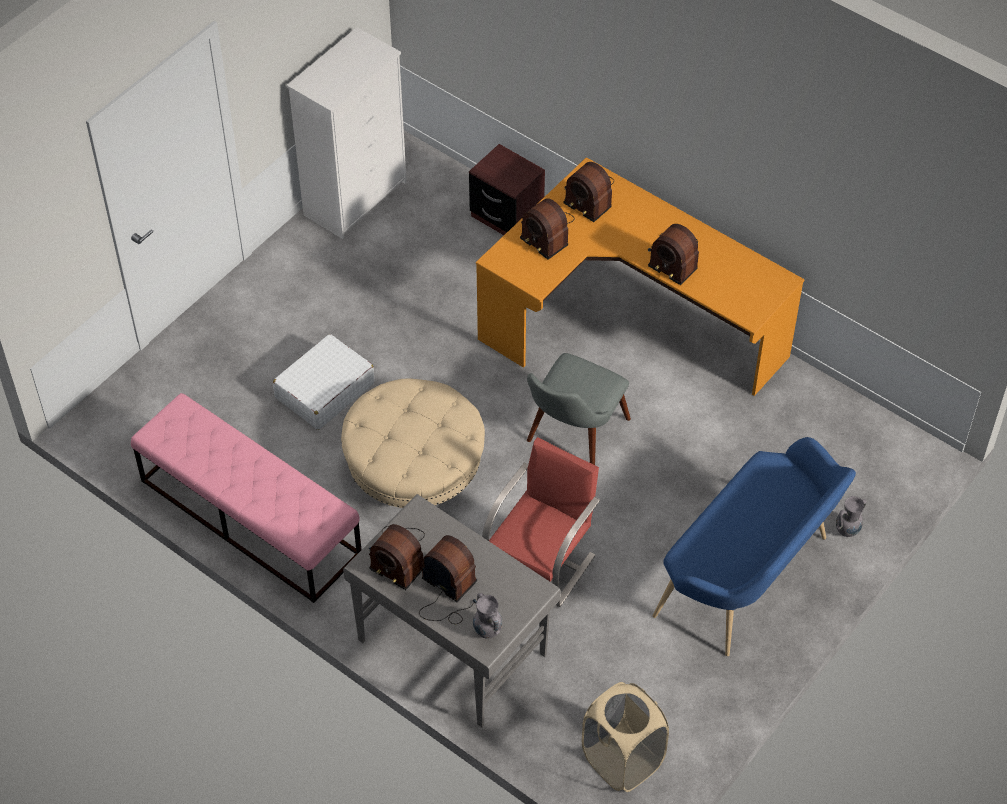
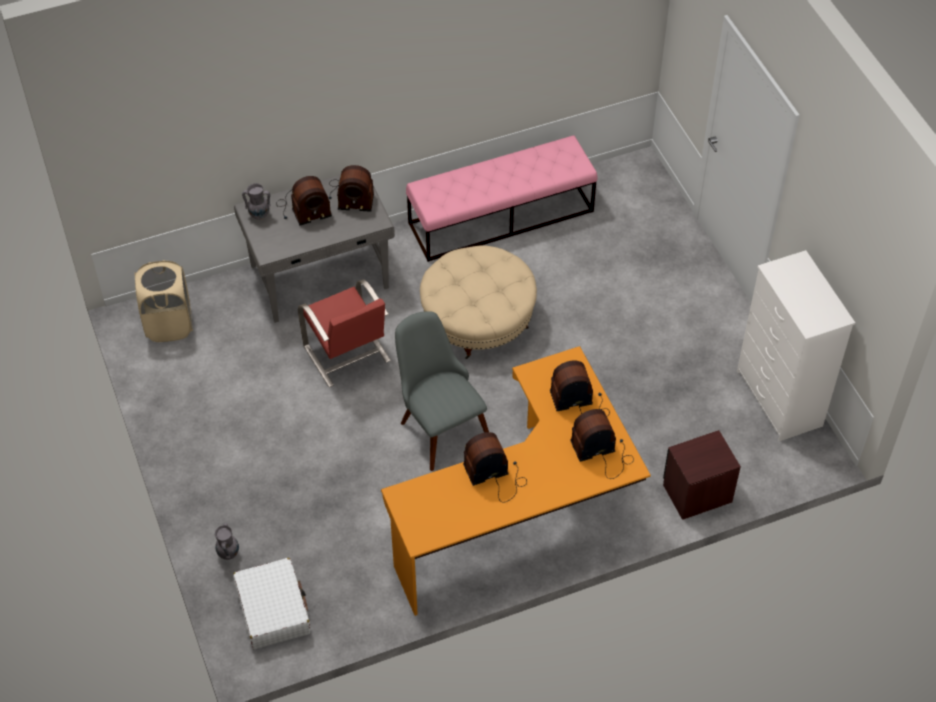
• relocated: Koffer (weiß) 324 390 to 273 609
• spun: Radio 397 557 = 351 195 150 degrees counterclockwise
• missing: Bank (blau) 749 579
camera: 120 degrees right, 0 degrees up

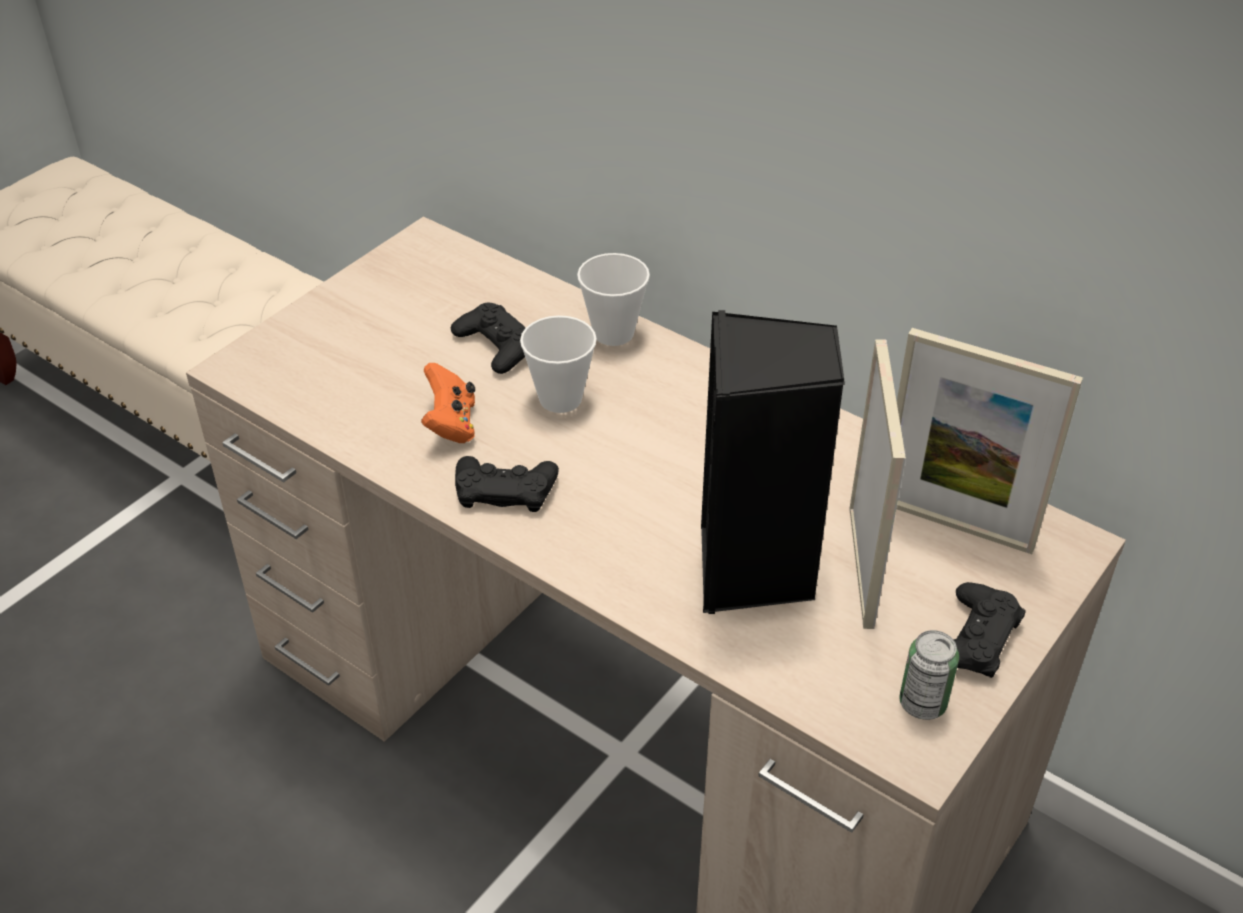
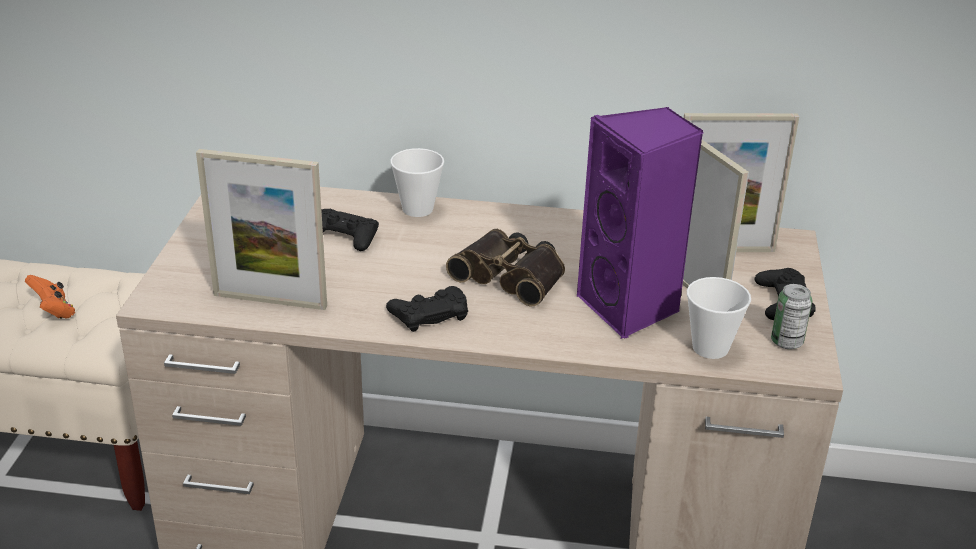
• relocated: Gamepad (orange) 451 424 to 54 311
• appeared: Bilderrahmen 270 300
• appeared: Fernglas 512 275
• colour: Lautsprecher (schwarz) 755 572 to Lautsprecher (lila) 631 308
• relocated: Tasse 560 399 to 710 348
camera: 30 degrees left, 10 degrees down

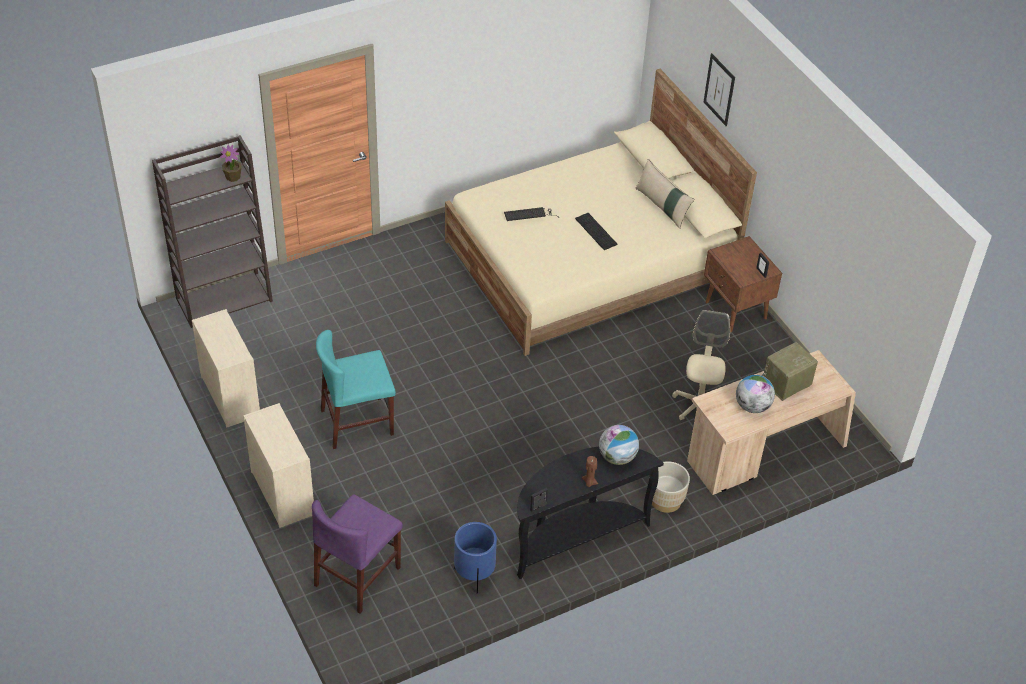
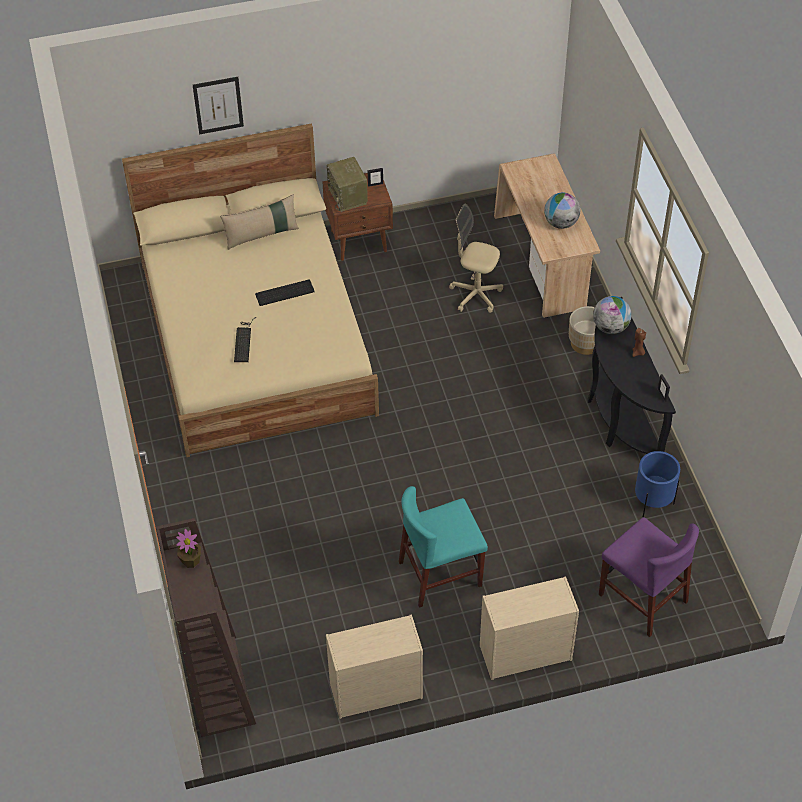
• relocated: Radio 786 384 to 348 197
• spun: Stuhl (türkis) 357 422 = 440 574 75 degrees clockwise
camera: 75 degrees left, 5 degrees up

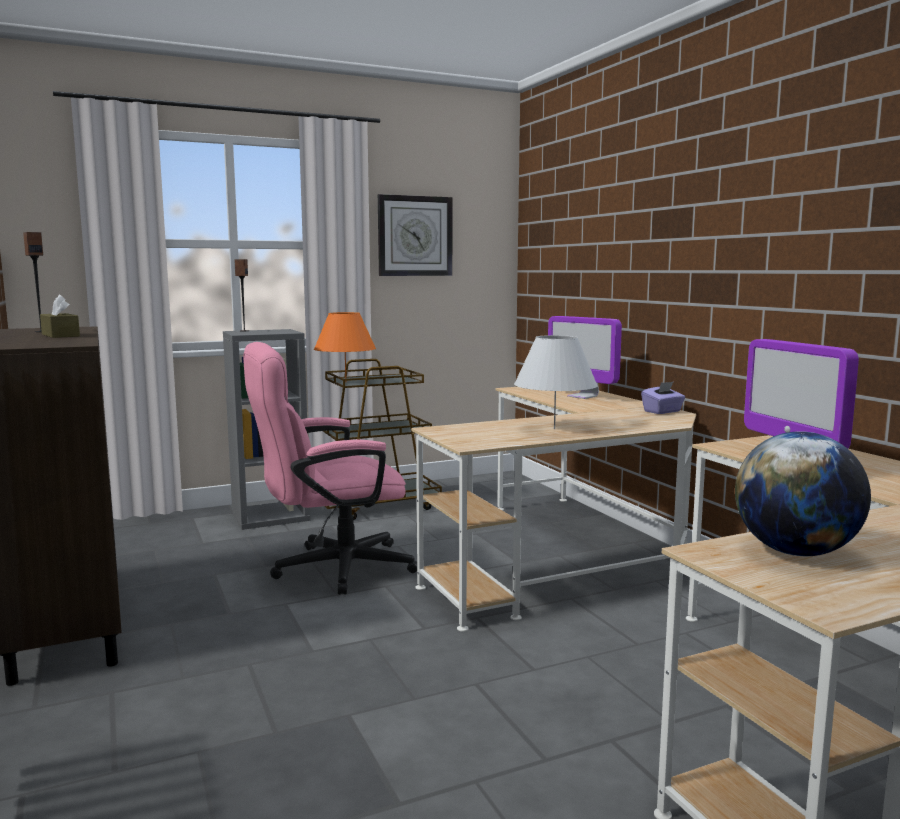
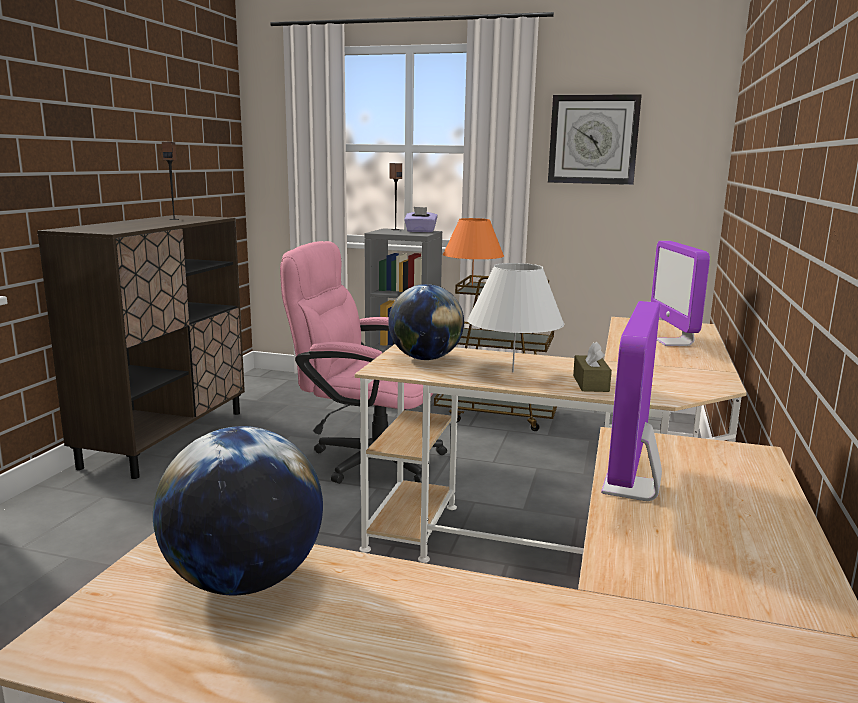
• appeared: Globus 425 358
• relocated: Taschentuchbox (lila) 662 411 to 420 231
• relocated: Taschentuchbox (braun) 60 335 to 590 383
camera: 40 degrees right, 5 degrees up

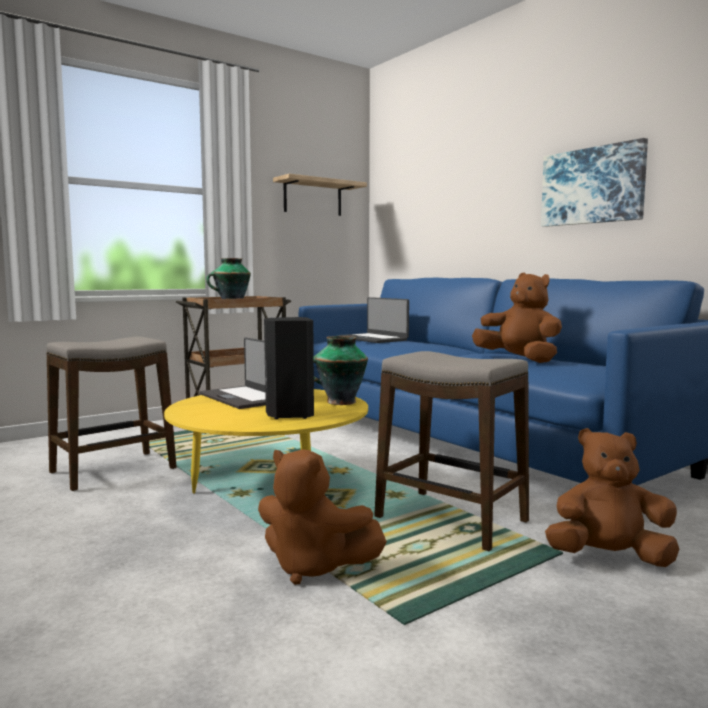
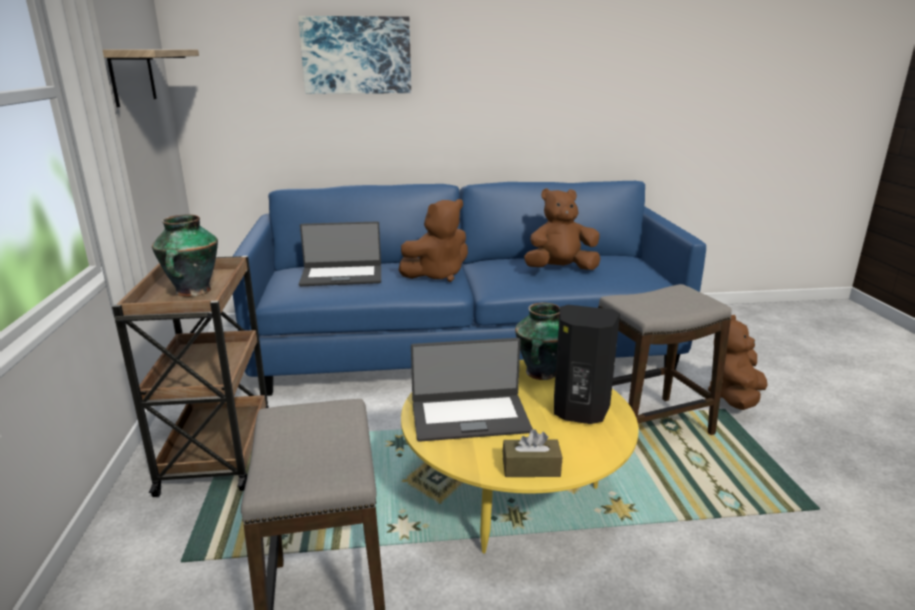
• relocated: Bild 592 186 to 356 55
• relocated: Plüschtier (braun) 313 567 to 437 275
• appeared: Taschentuchbox (braun) 531 468
camera: 60 degrees left, 15 degrees up

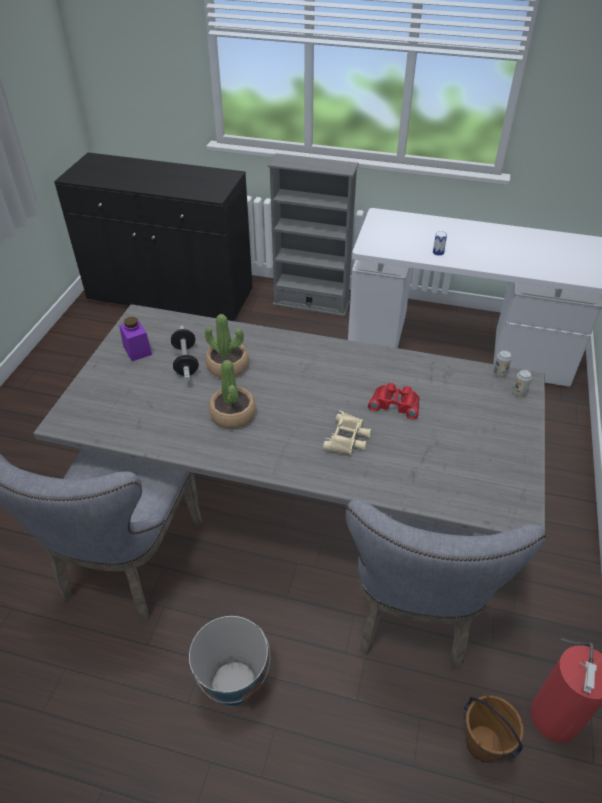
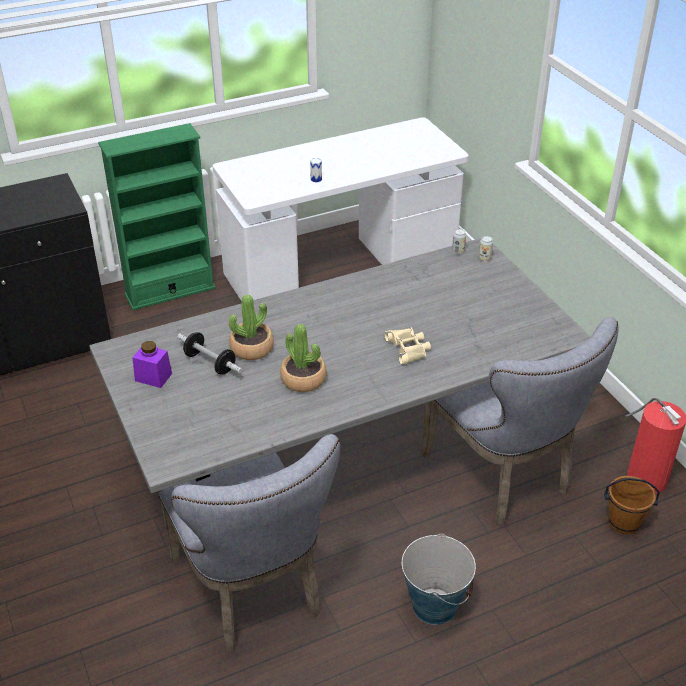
• colour: Bücherregal (grau) 311 304 to Bücherregal (grün) 170 291
• missing: Fernglas (rot) 395 403
camera: 40 degrees left, 5 degrees down

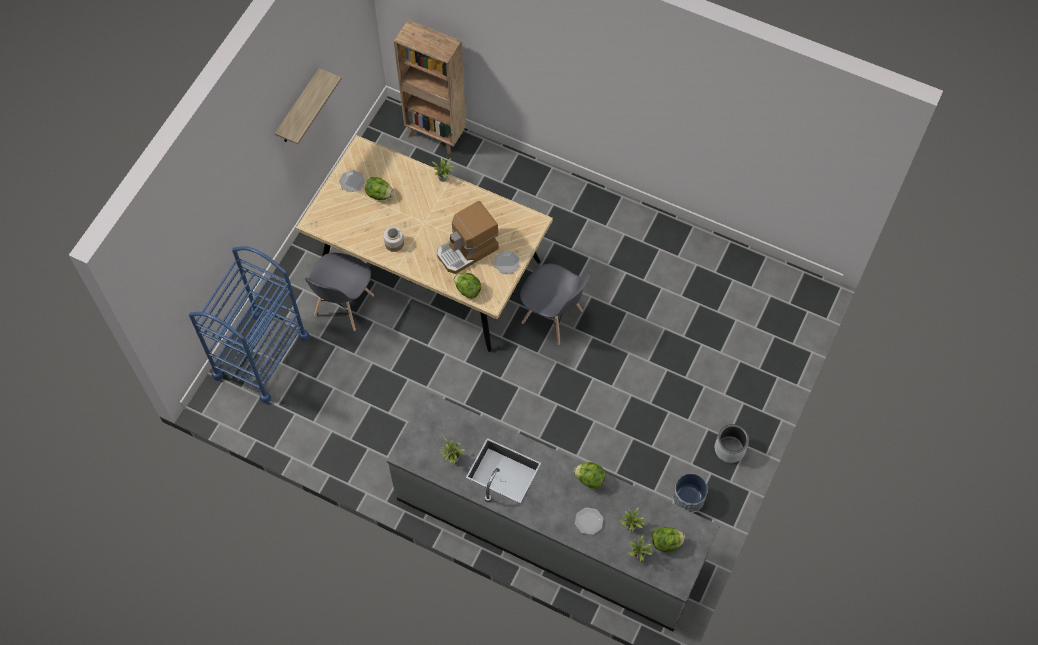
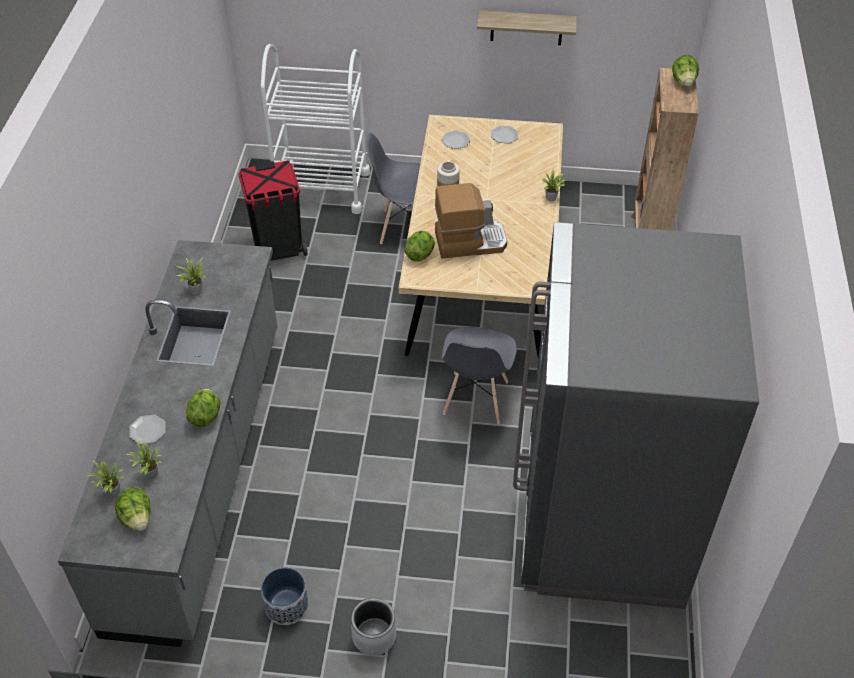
• appeared: Mülleimer (schwarz) 278 249
• colour: Rollwagen (blau) 261 356 to Rollwagen (weiß) 322 188
• spun: Kaffeemaschine 467 251 = 470 241 135 degrees clockwise
• relocated: Teller 506 263 to 455 141
• appeared: Kühlschrank (grau) 602 521
• relocated: Salatkopf 379 194 to 683 82
camera: 70 degrees right, 15 degrees down

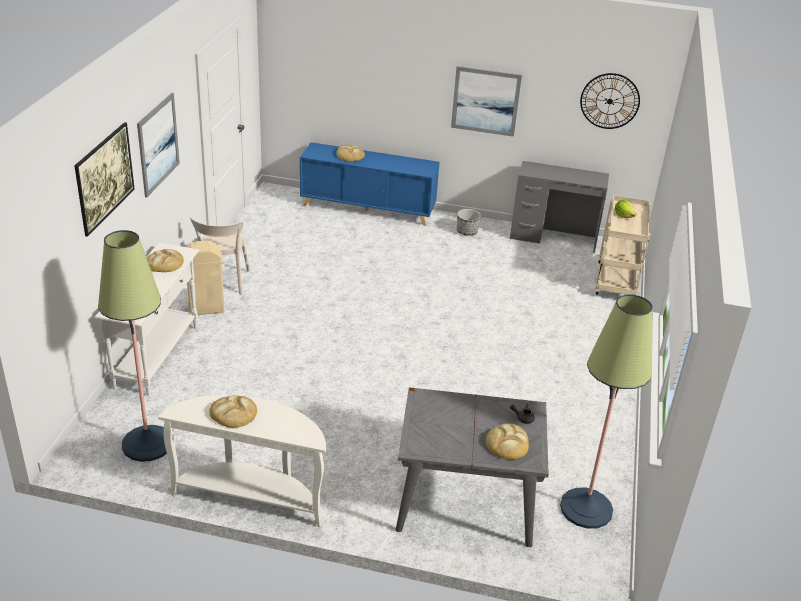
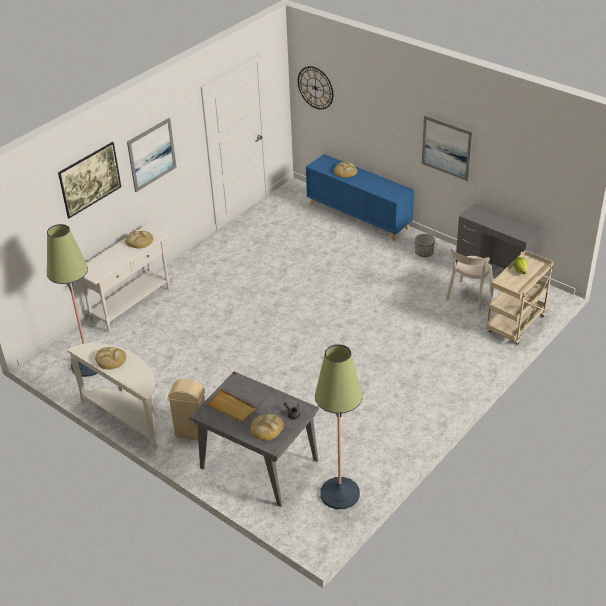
• relocated: Mülleimer (beige) 206 308 to 191 432
• appeared: Tablett (beige) 231 408
• relocated: Wanduhr 609 101 to 315 88
• relocated: Stuhl (beige) 223 282 to 468 297
camera: 30 degrees right, 5 degrees up

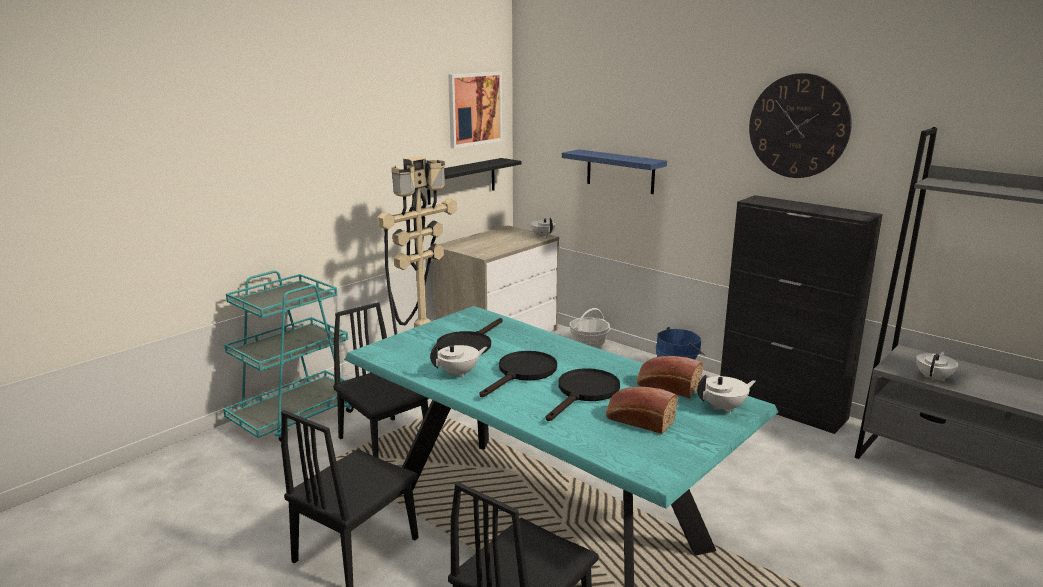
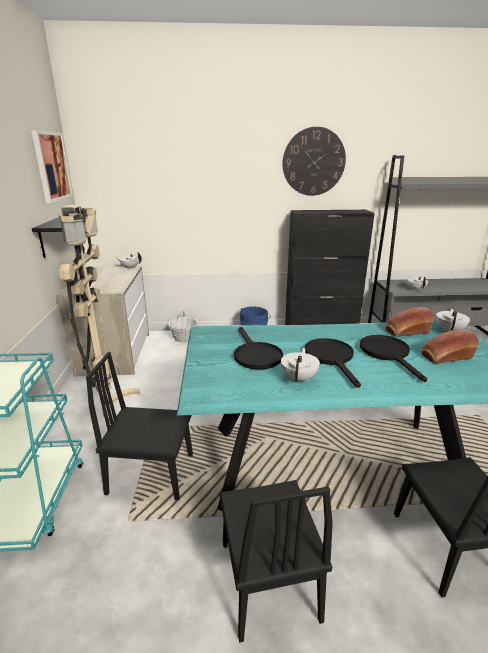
• missing: Wandregal (blau) 620 171
camera: 45 degrees left, 5 degrees up

